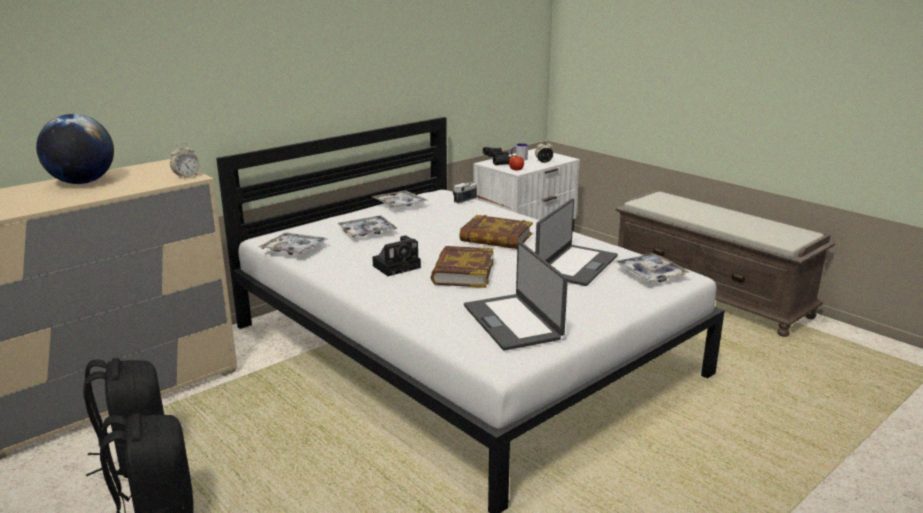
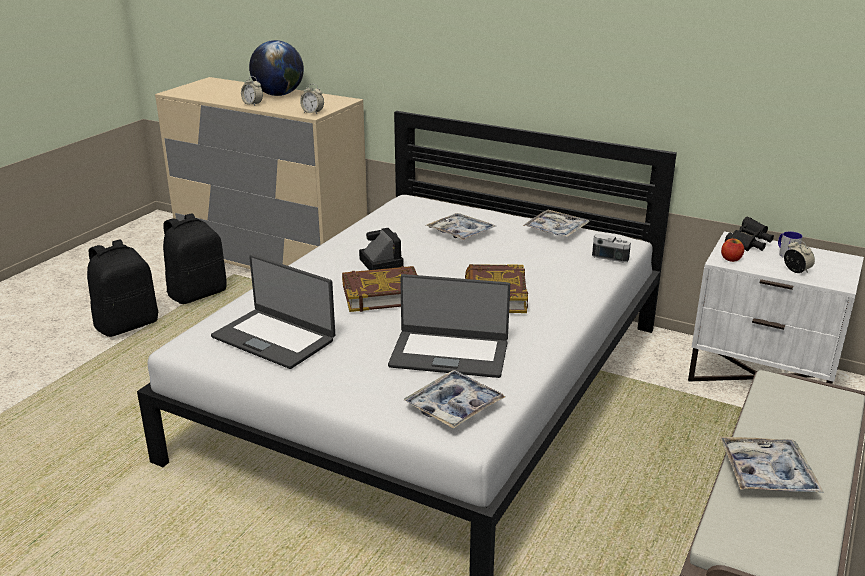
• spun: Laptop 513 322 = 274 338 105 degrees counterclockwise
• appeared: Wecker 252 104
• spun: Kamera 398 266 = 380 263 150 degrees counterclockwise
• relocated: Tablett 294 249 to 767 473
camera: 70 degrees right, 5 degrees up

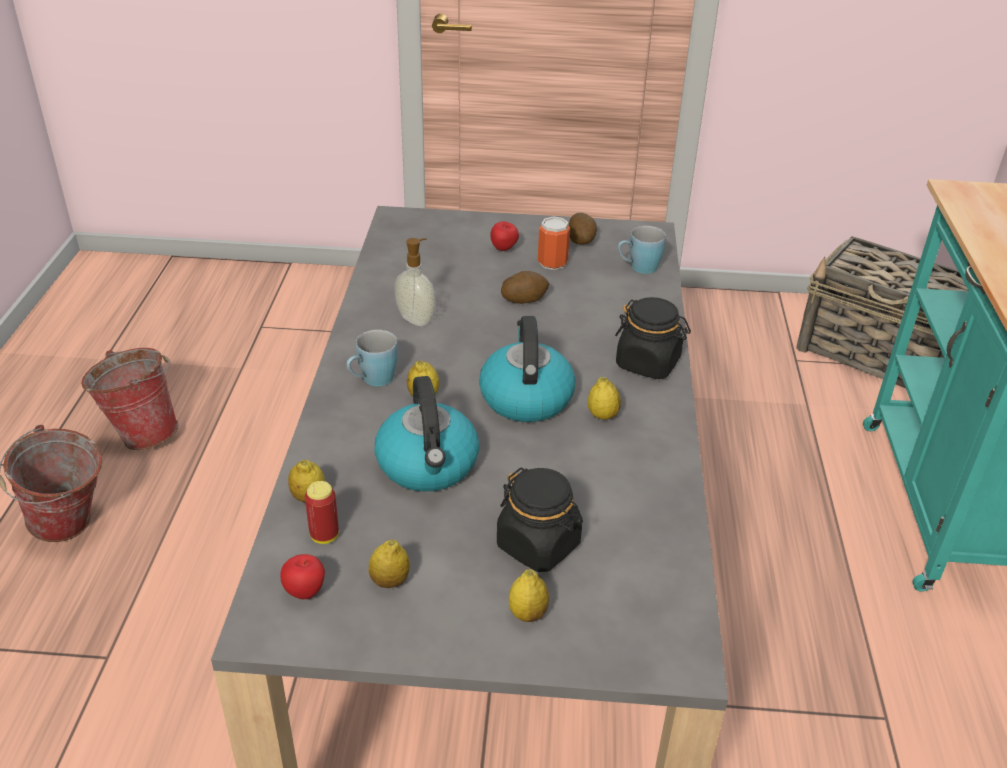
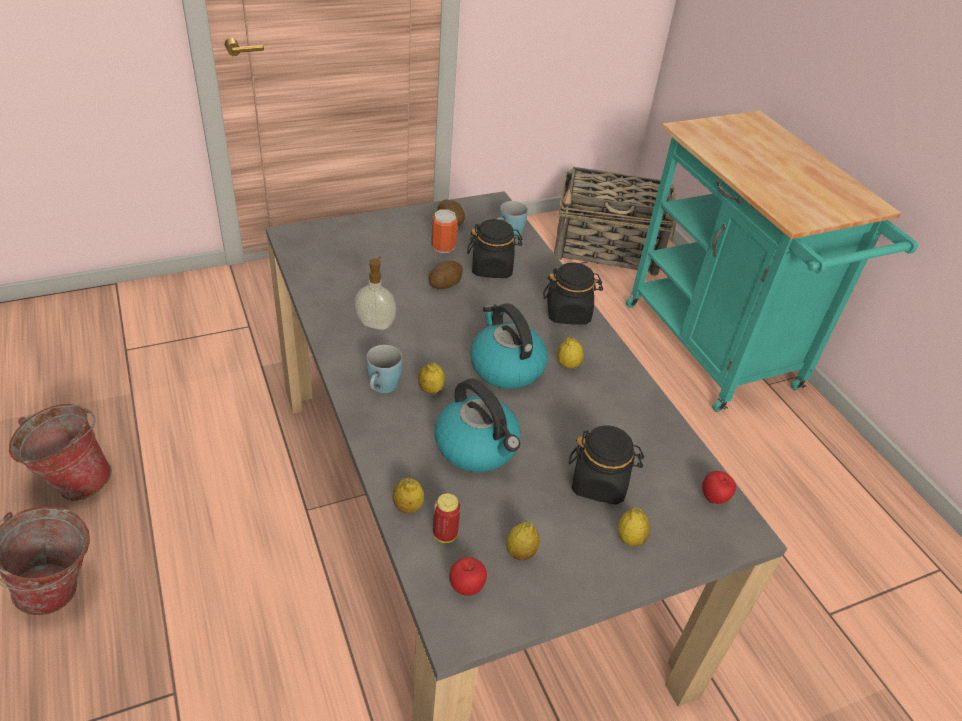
• appeared: Vorratsglas (schwarz) 492 268
• relocated: Apfel 504 249 to 714 498
camera: 30 degrees left, 5 degrees up

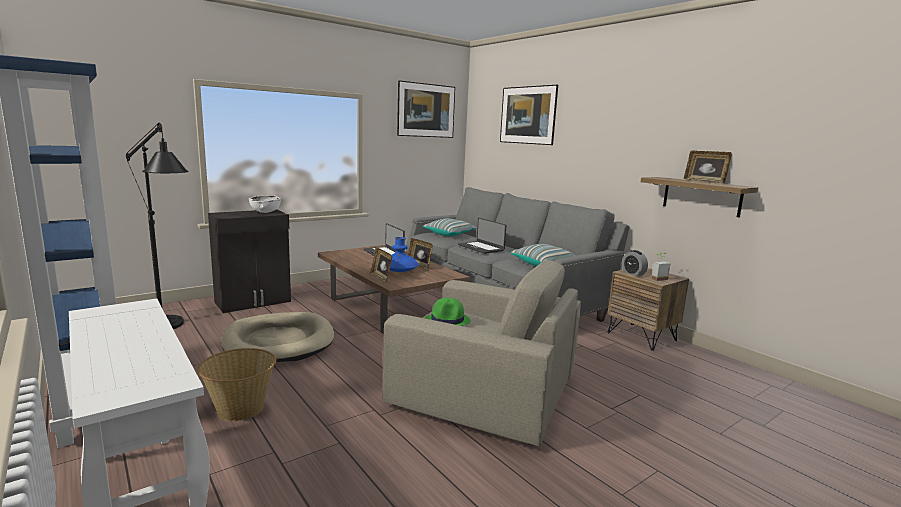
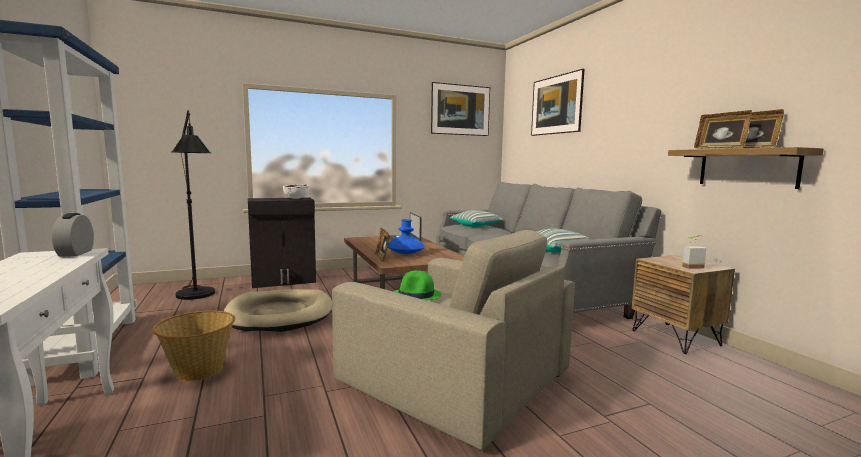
• relocated: Wecker 633 273 to 75 253
• relocated: Bilderrahmen 419 266 to 720 149
• missing: Laptop 481 248
camera: 15 degrees right, 5 degrees down

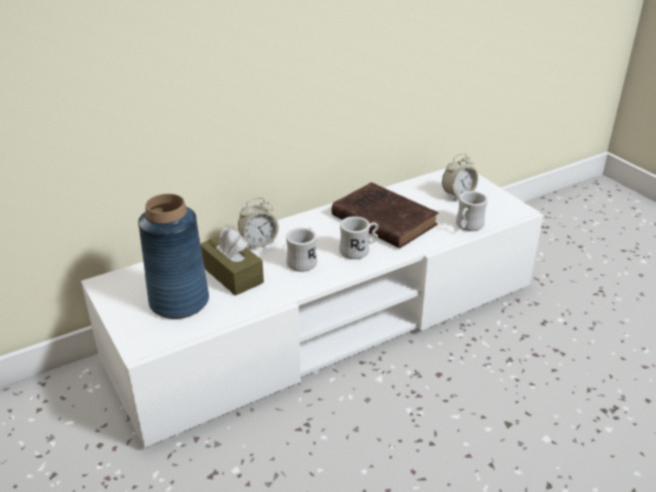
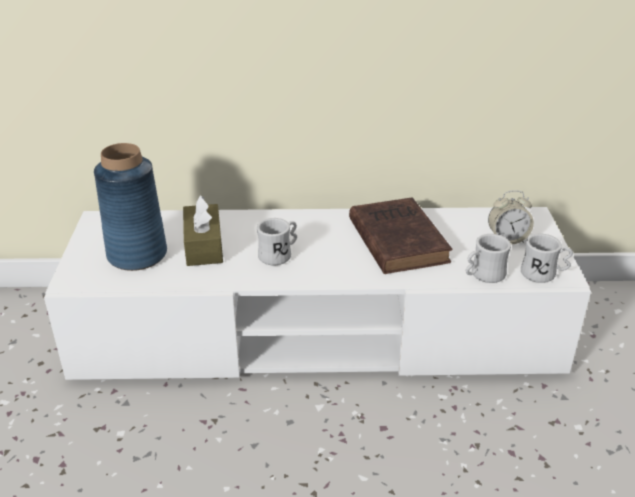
• relocated: Henkelbecher (weiß) 359 250 to 544 274
• missing: Wecker 259 242
camera: 30 degrees right, 0 degrees up

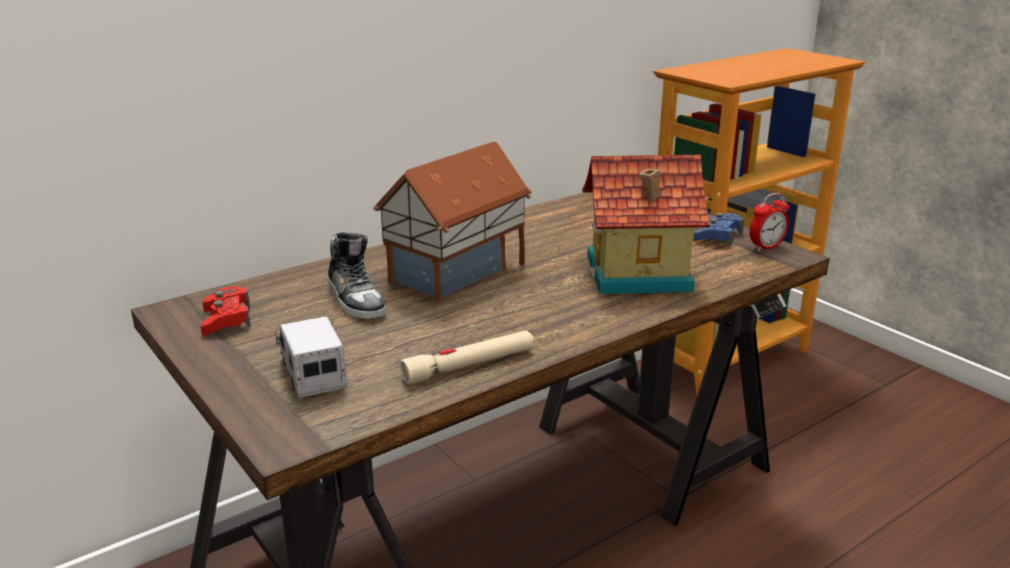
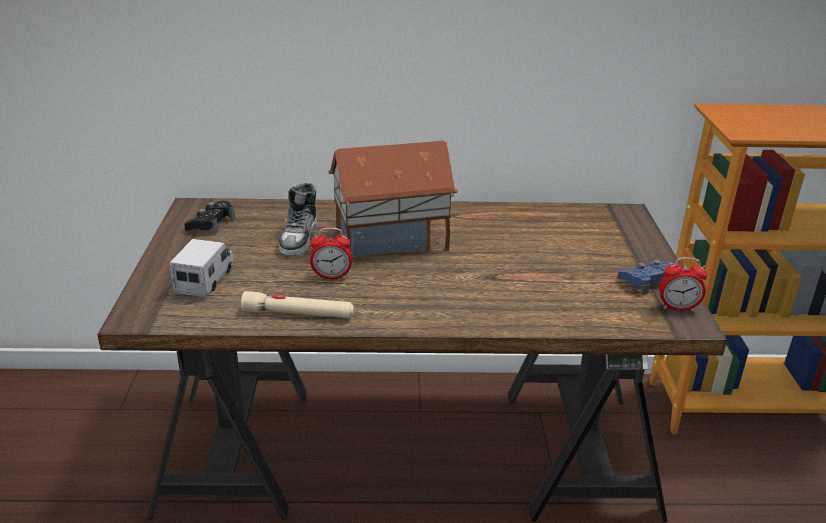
• colour: Gamepad (rot) 226 319 to Gamepad (schwarz) 211 224
• appeared: Wecker 331 276
• missing: Spielzeughaus 639 275
camera: 35 degrees right, 5 degrees up

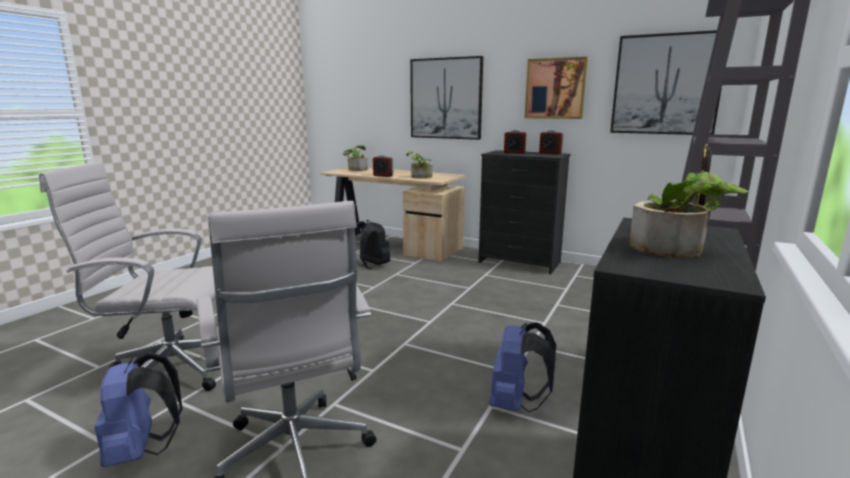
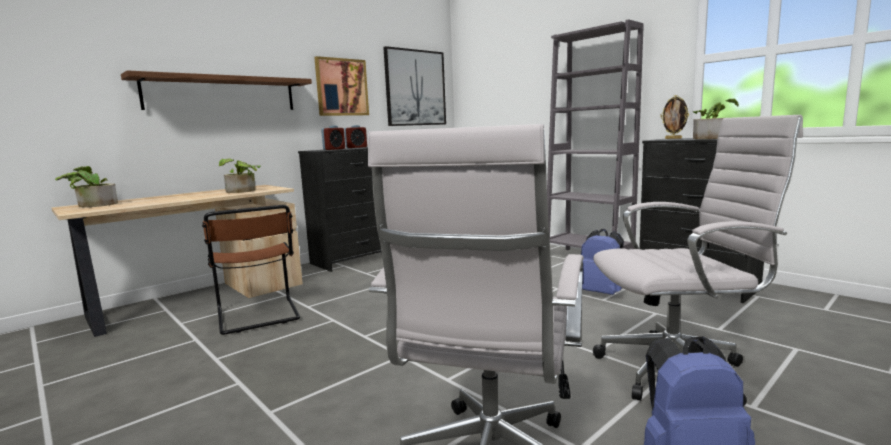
• exchanged: Bild 446 98 to Wandregal 222 94
• exchanged: Rucksack (schwarz) 371 266 to Stuhl (braun) 258 316
• missing: Wecker 383 176
camera: 70 degrees left, 5 degrees down

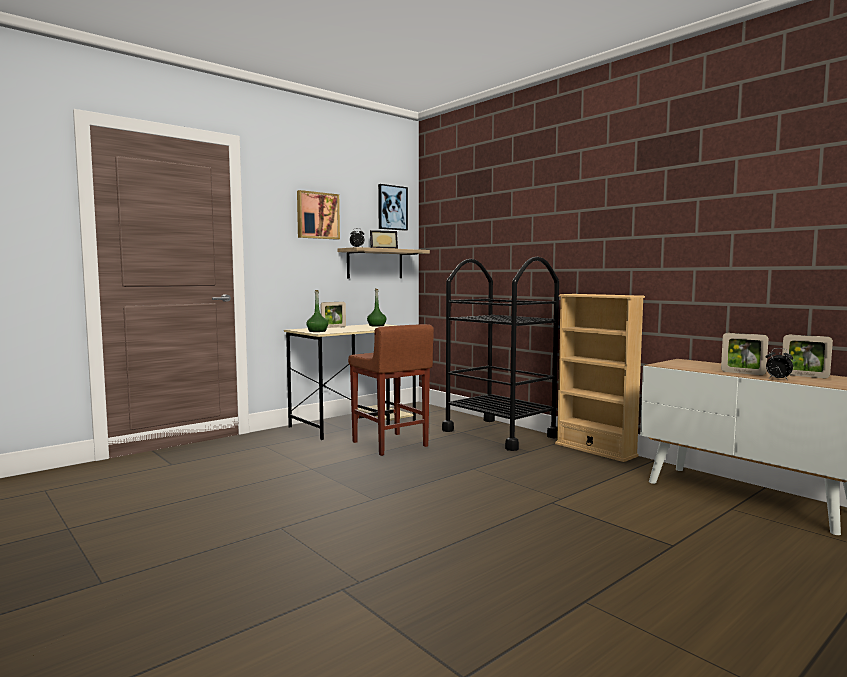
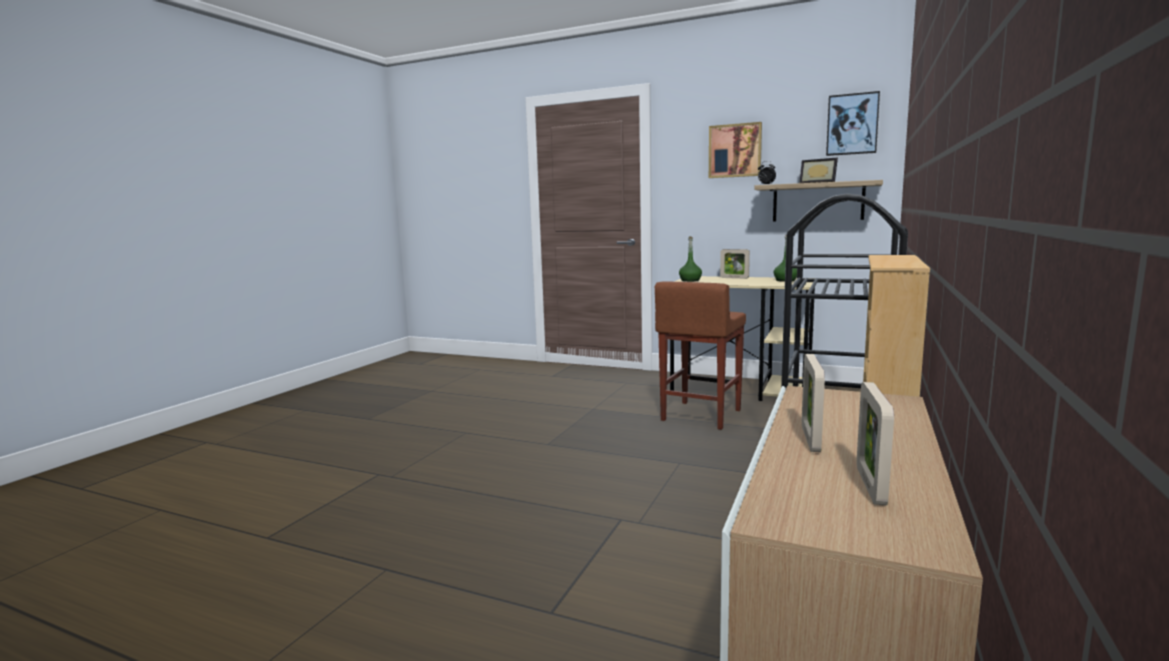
• missing: Wecker 777 379
camera: 65 degrees right, 5 degrees up

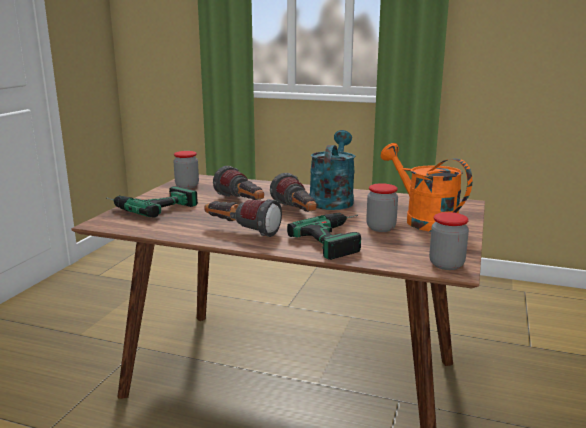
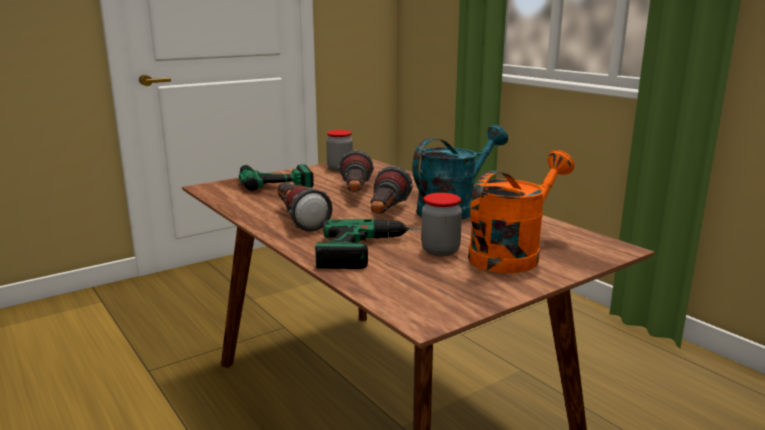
• spun: Gießkanne (orange) 423 220 = 511 254 45 degrees clockwise
• missing: Vorratsglas 446 264
camera: 35 degrees right, 0 degrees up

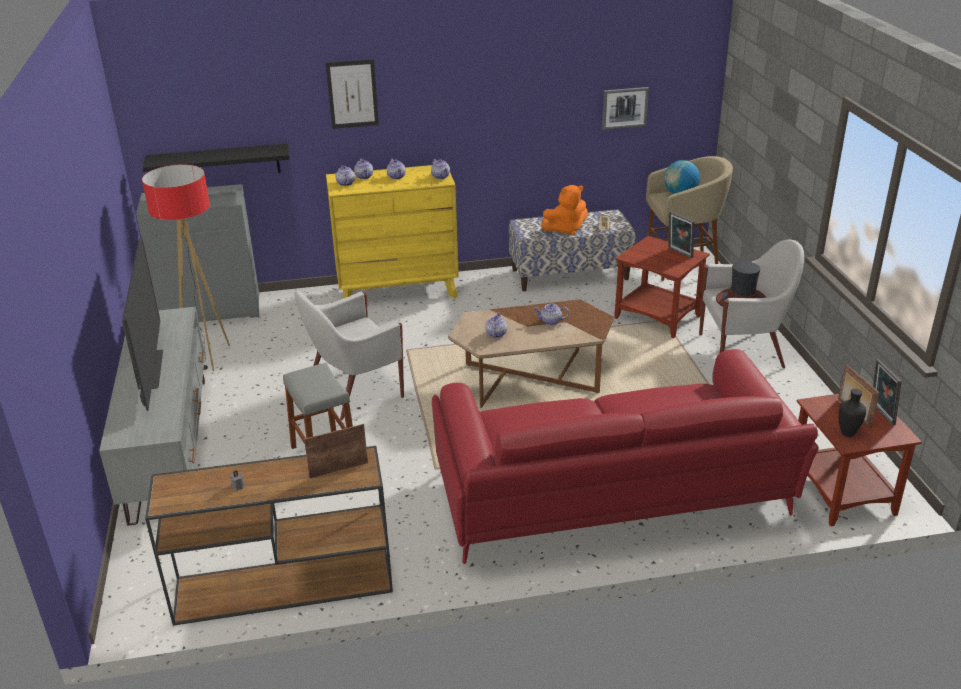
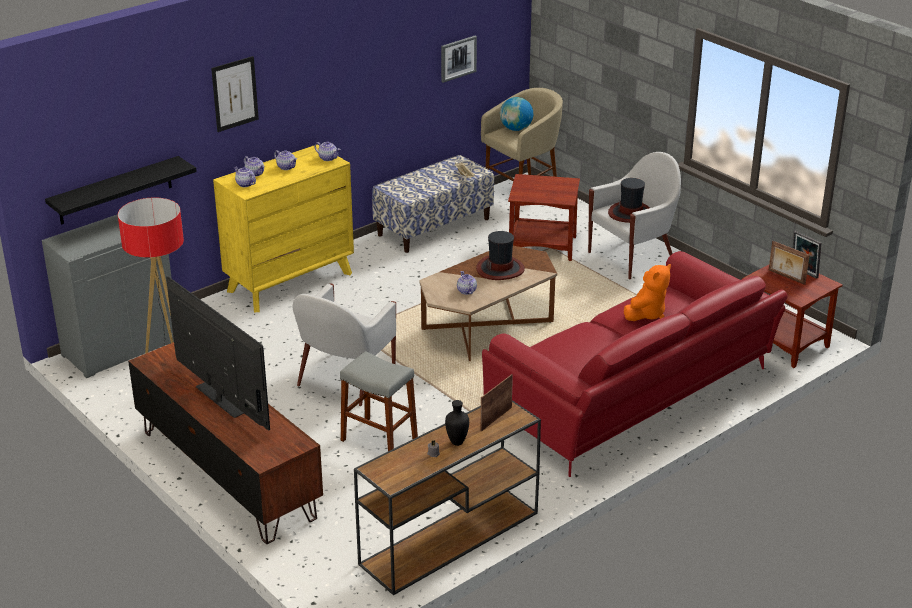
• colour: Fernsehschrank (grau) 170 445 to Fernsehschrank (braun) 227 473
• relocated: Vase (schwarz) 847 434 to 457 443
• exchanged: Teekanne 550 321 to Hut 500 269
• relocated: Plüschtier (orange) 565 229 to 646 313
• missing: Bilderrahmen 679 253
camera: 30 degrees left, 0 degrees up

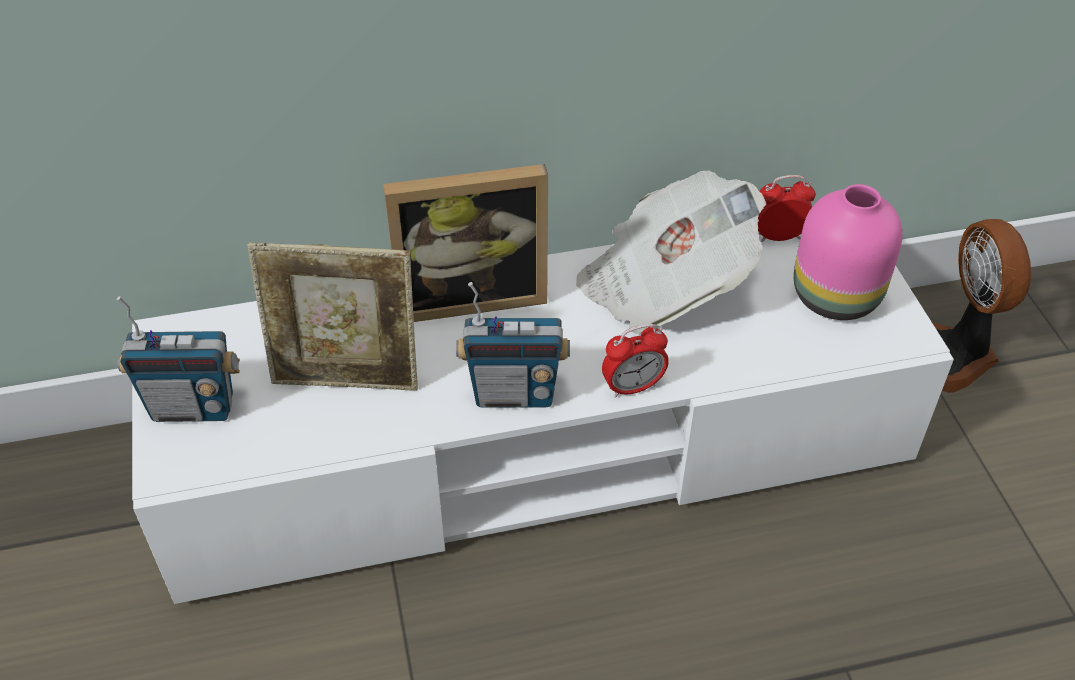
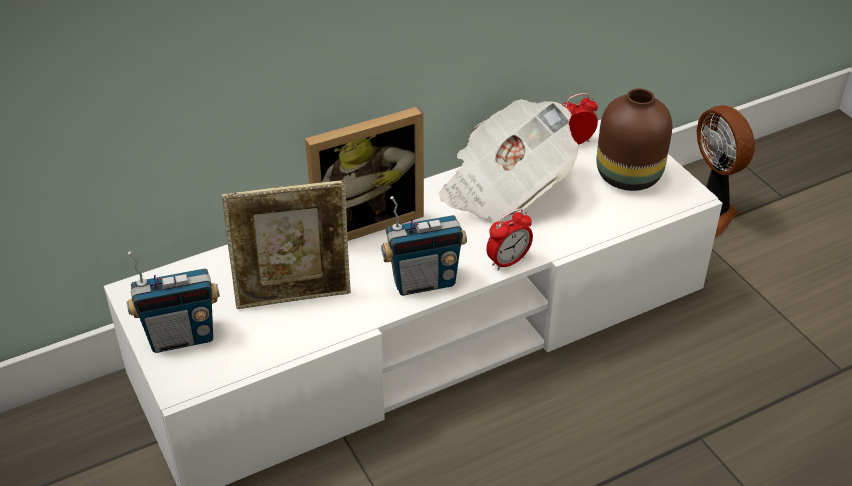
• colour: Vase (rosa) 833 296 to Vase (braun) 626 176
camera: 15 degrees left, 5 degrees down

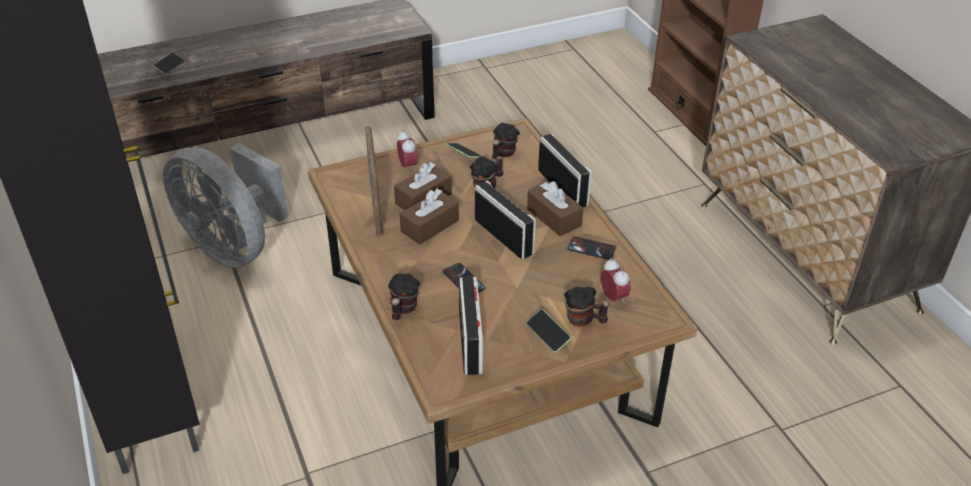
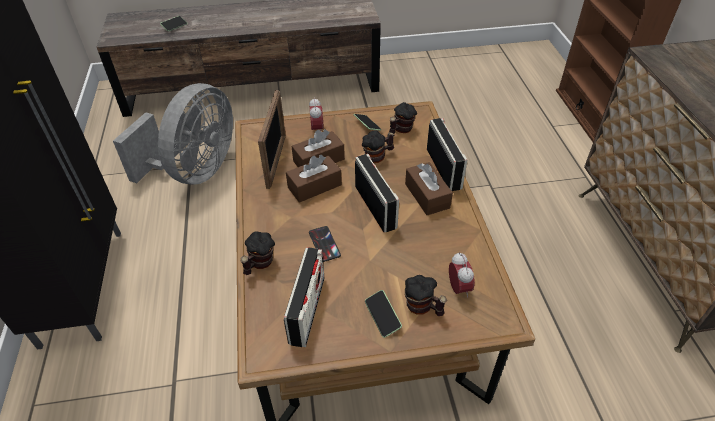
• spun: Ventilator (grau) 234 246 = 195 171 120 degrees counterclockwise
• missing: Handy 591 248
camera: 15 degrees right, 5 degrees up

